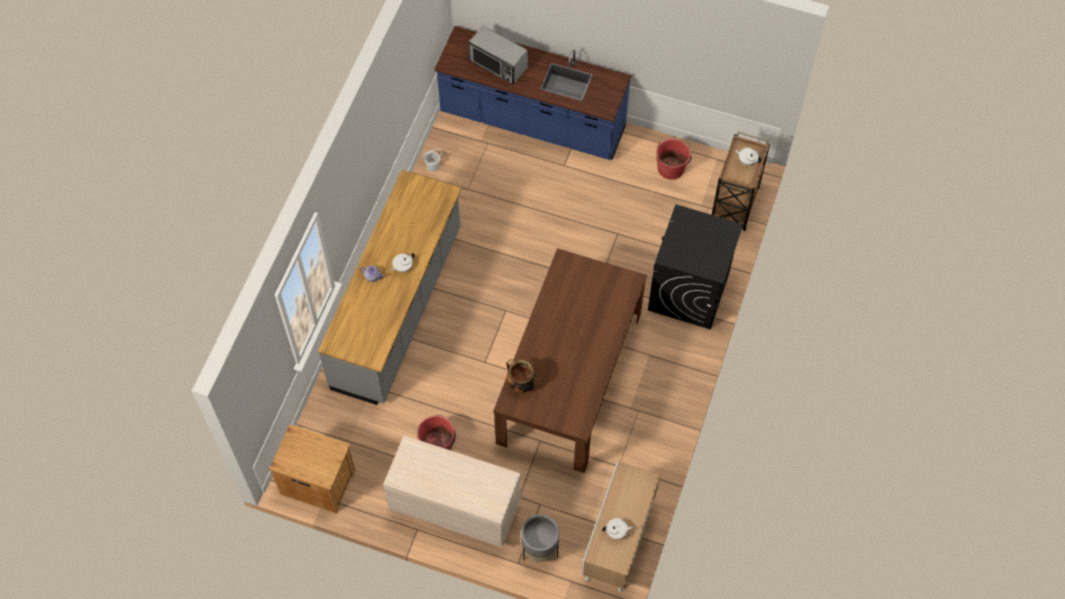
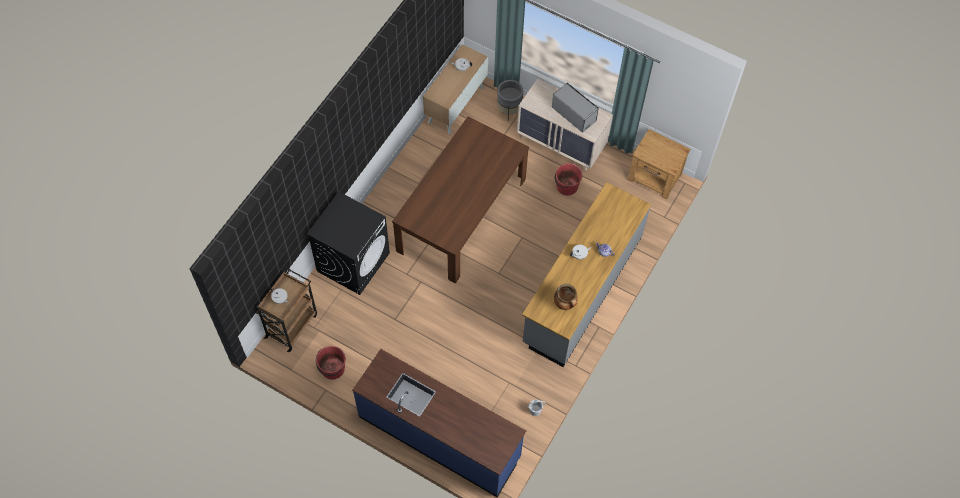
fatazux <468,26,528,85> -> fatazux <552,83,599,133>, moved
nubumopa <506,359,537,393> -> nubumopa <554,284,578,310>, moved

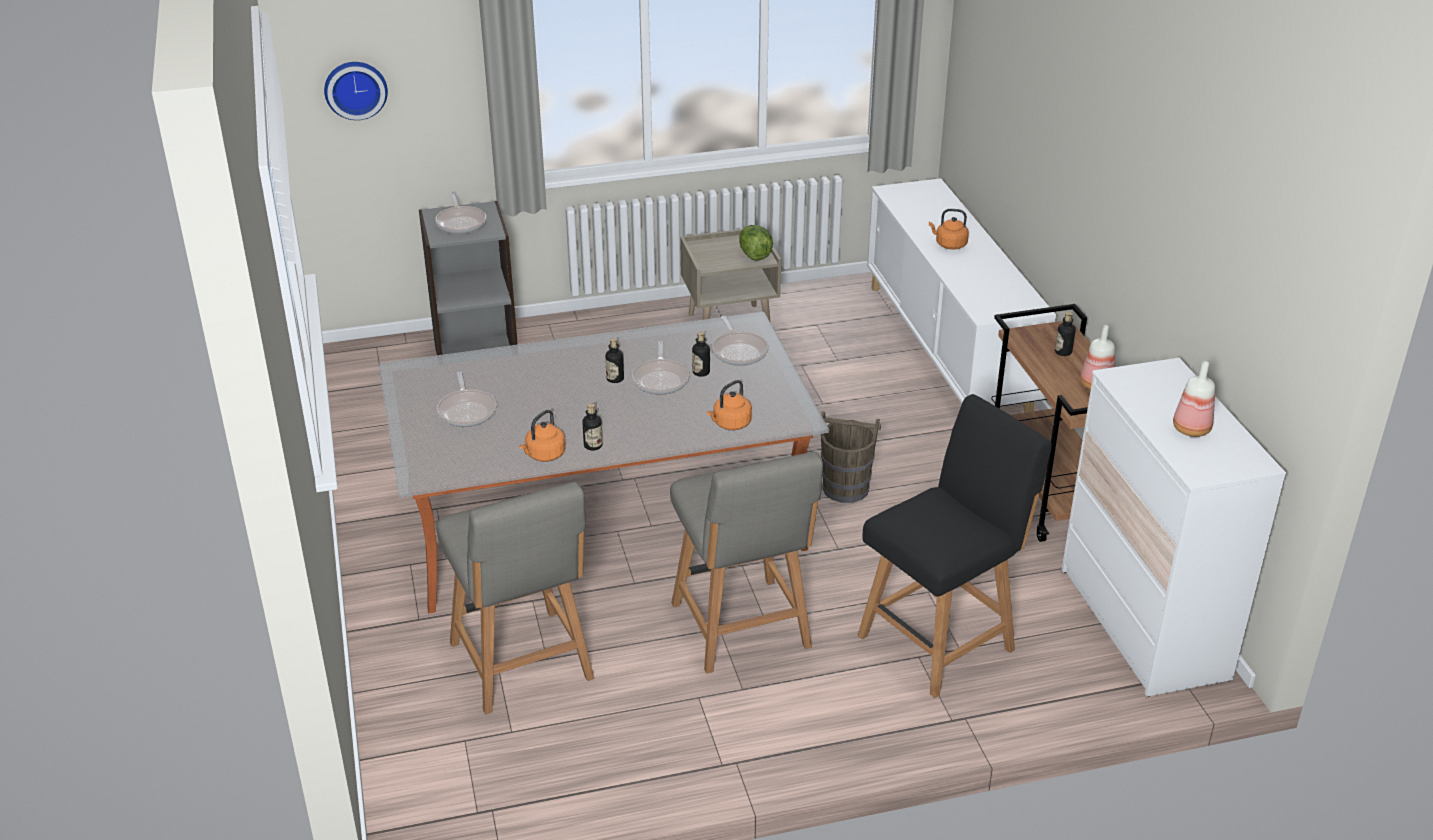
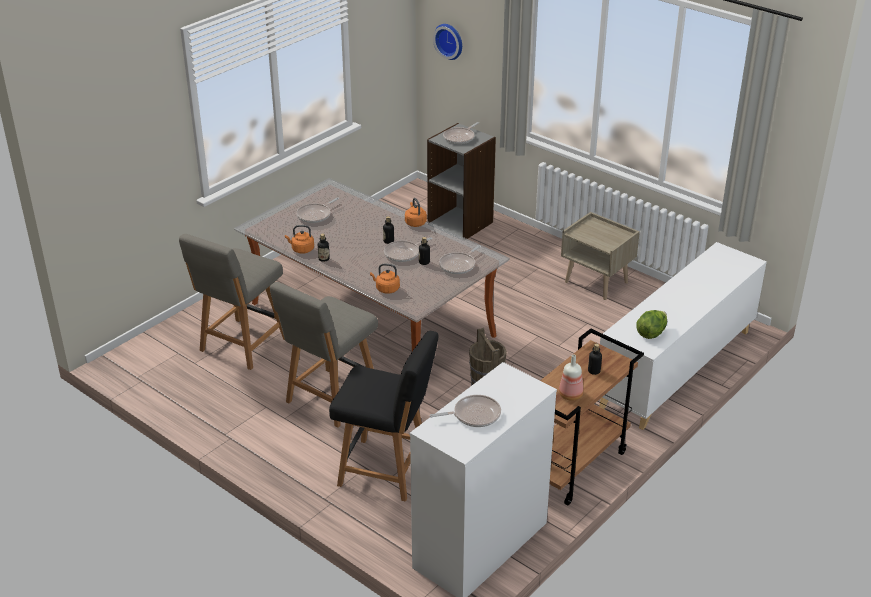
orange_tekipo <929,209,969,249> -> orange_tekipo <405,198,427,227>, moved
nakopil <1173,361,1215,437> -> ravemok <429,395,501,427>
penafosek <739,225,773,261> -> penafosek <636,310,667,339>, moved

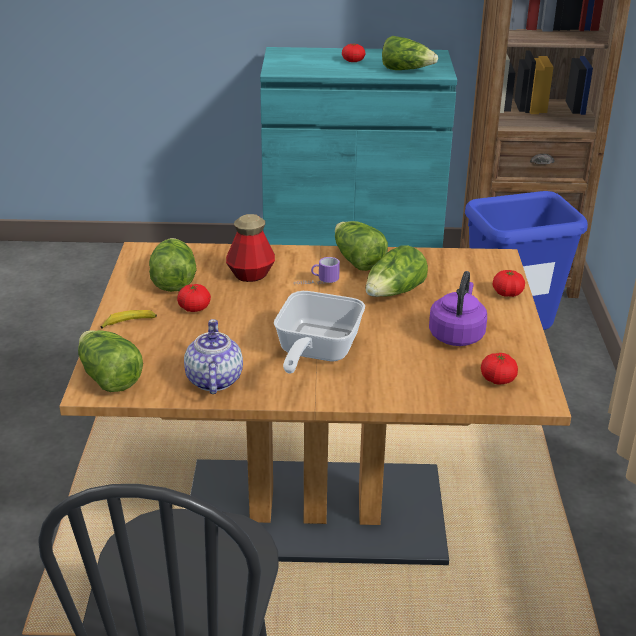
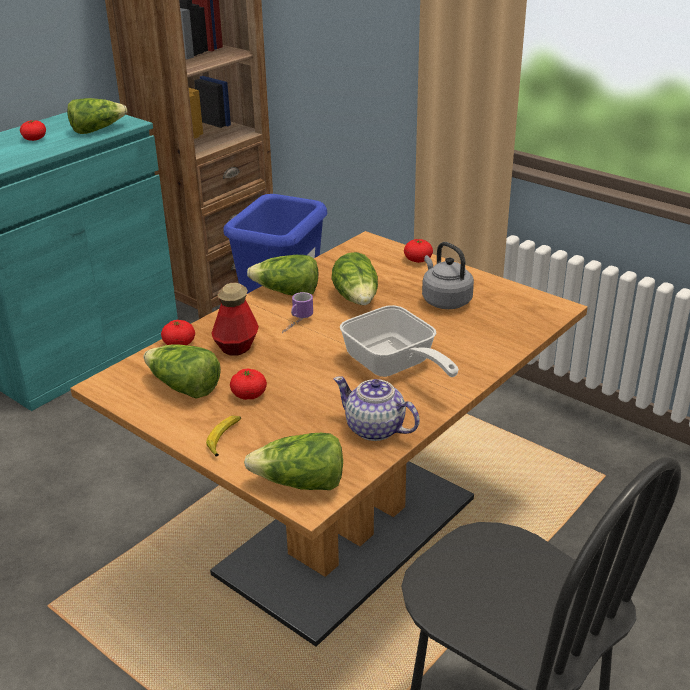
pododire <481,353,518,384> -> pododire <161,320,195,345>, moved
purple_tekipo <429,271,487,346> -> grey_tekipo <422,242,474,309>

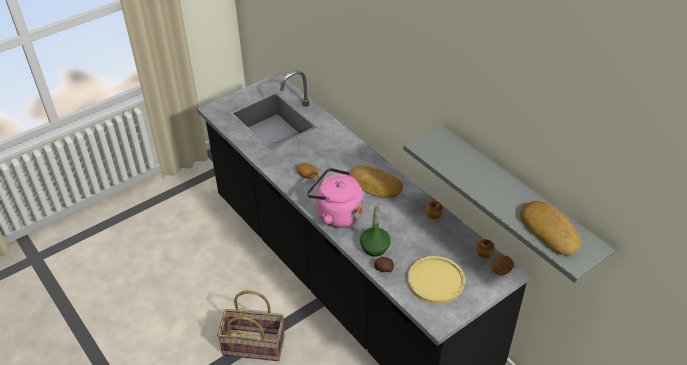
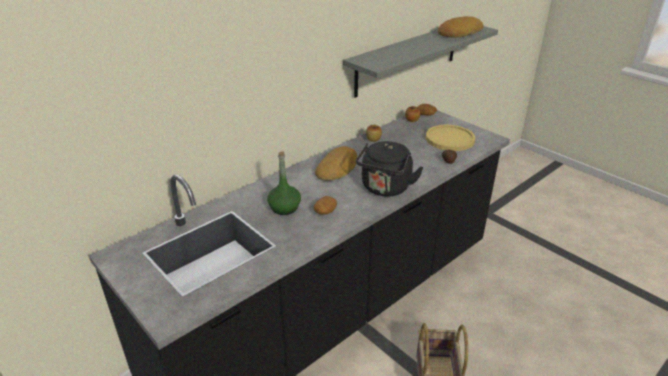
green_nakopil <360,206,391,256> -> green_nakopil <267,151,301,215>, moved
pink_tekipo <307,168,363,228> -> black_tekipo <356,141,424,197>

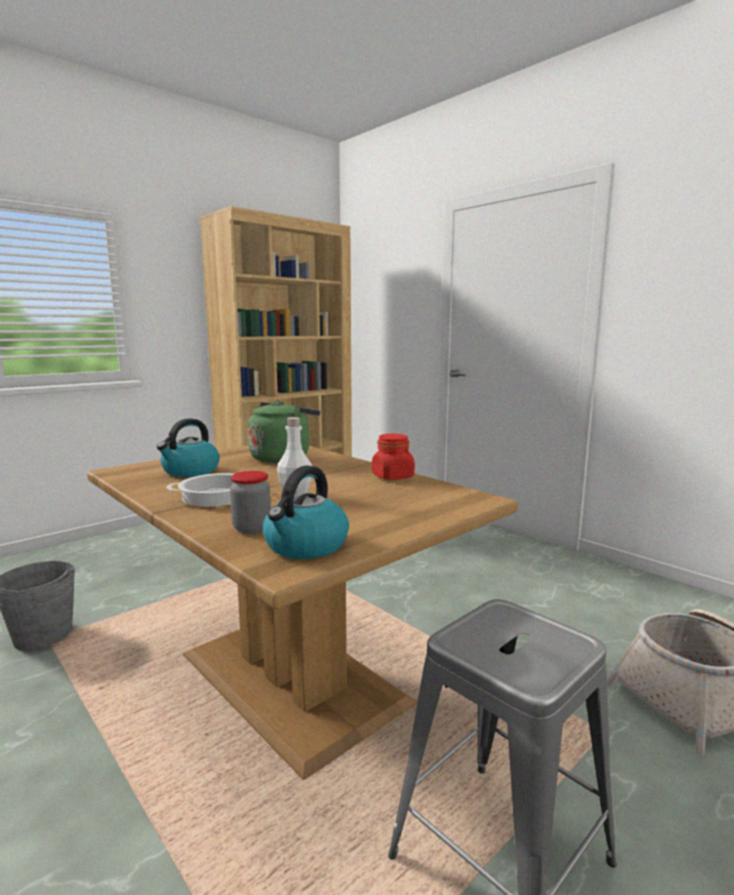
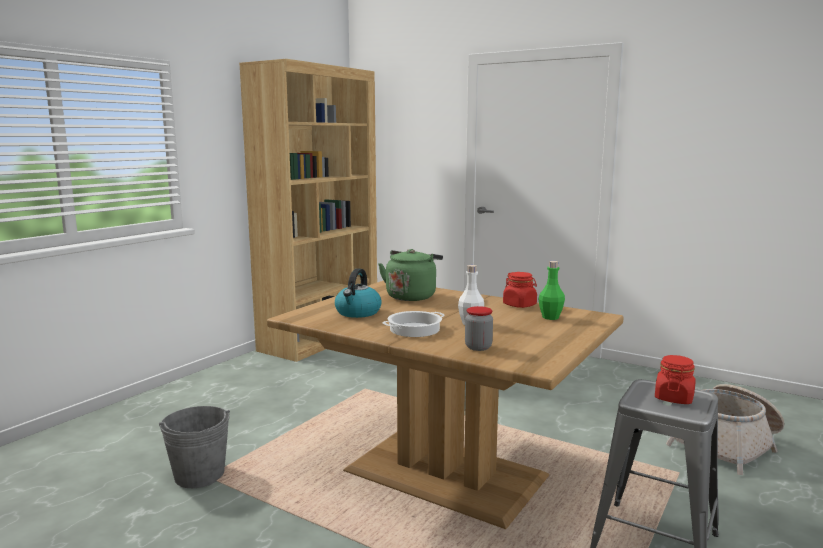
none -> green_nakopil <539,261,565,320>
none -> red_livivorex <655,355,696,404>
tekipo <263,465,349,559> -> none

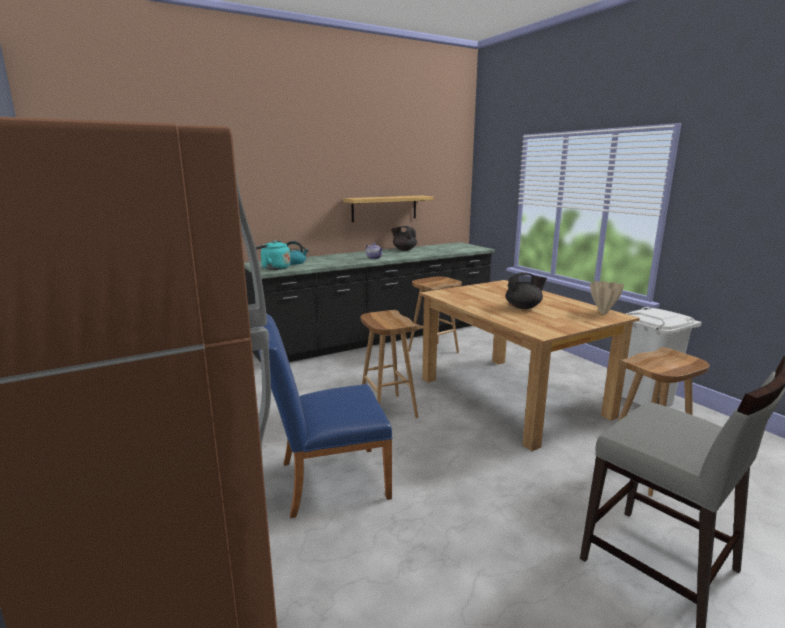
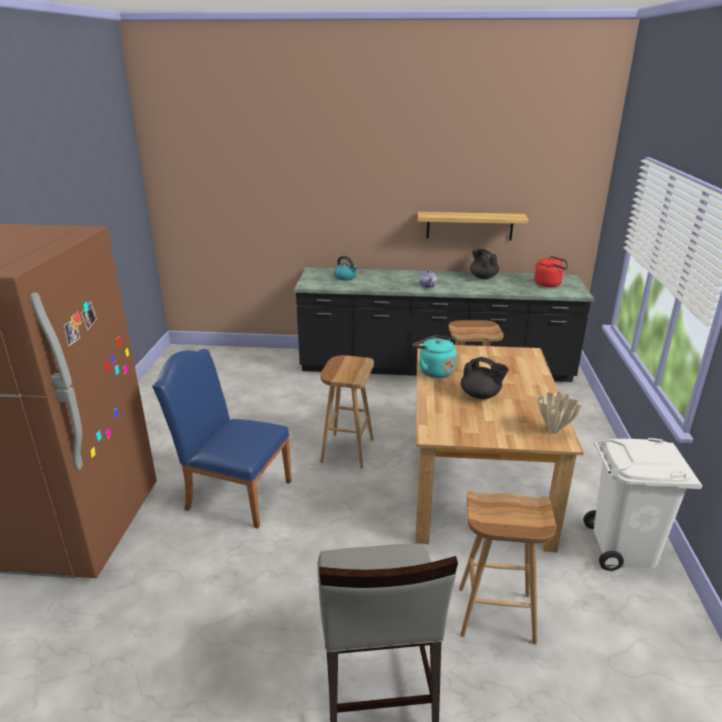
turquoise_tekipo <255,241,291,270> -> turquoise_tekipo <413,335,457,378>, moved
none -> red_tekipo <534,256,568,287>

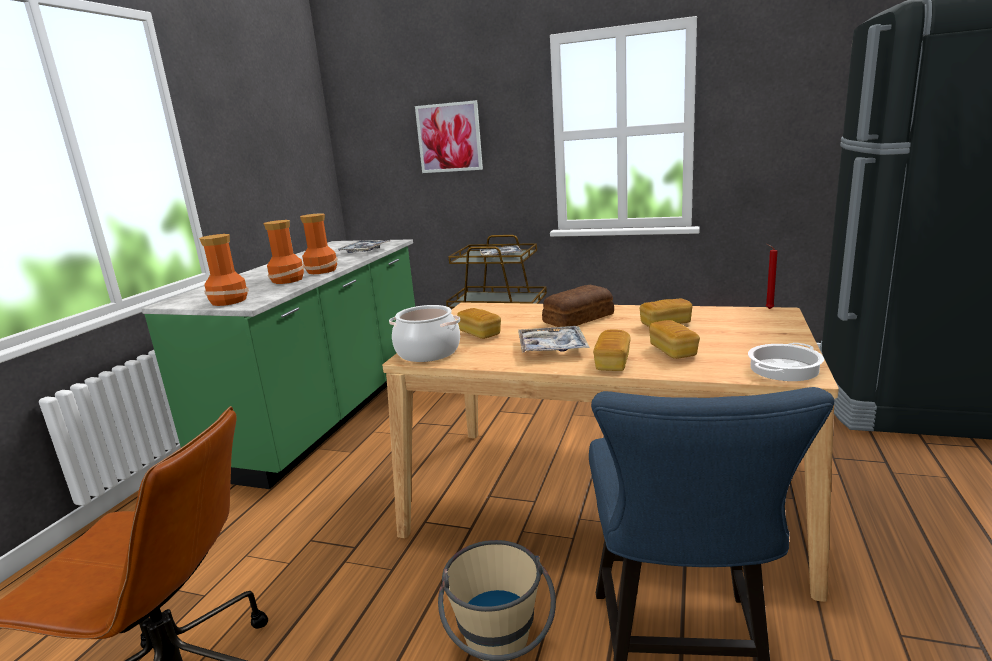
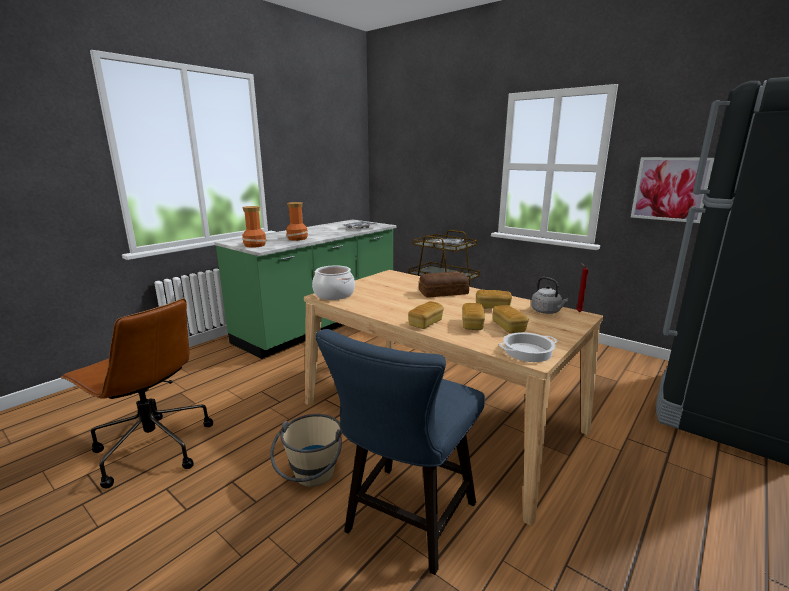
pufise <457,308,501,339> -> pufise <493,305,529,333>, moved
none -> grey_tekipo <531,277,568,314>
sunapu <415,100,483,173> -> sunapu <631,157,714,223>, moved
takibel <300,213,338,274> -> none
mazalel <518,326,590,353> -> none

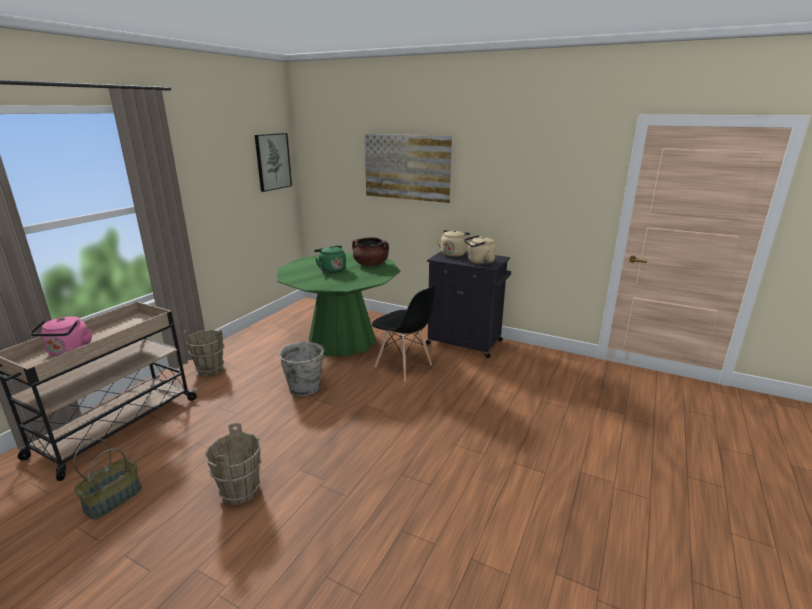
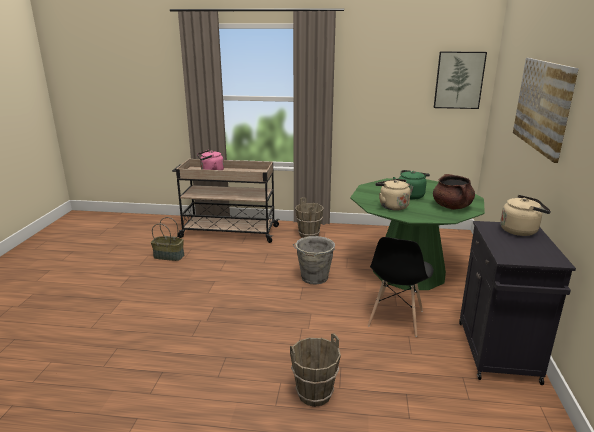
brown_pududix <205,423,262,505> -> brown_pududix <290,333,341,407>, moved
beige_tekipo <464,235,496,265> -> beige_tekipo <375,179,410,210>, moved

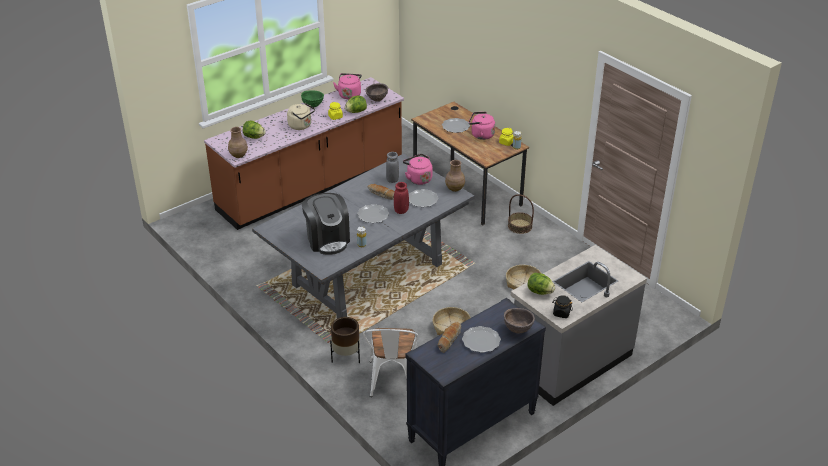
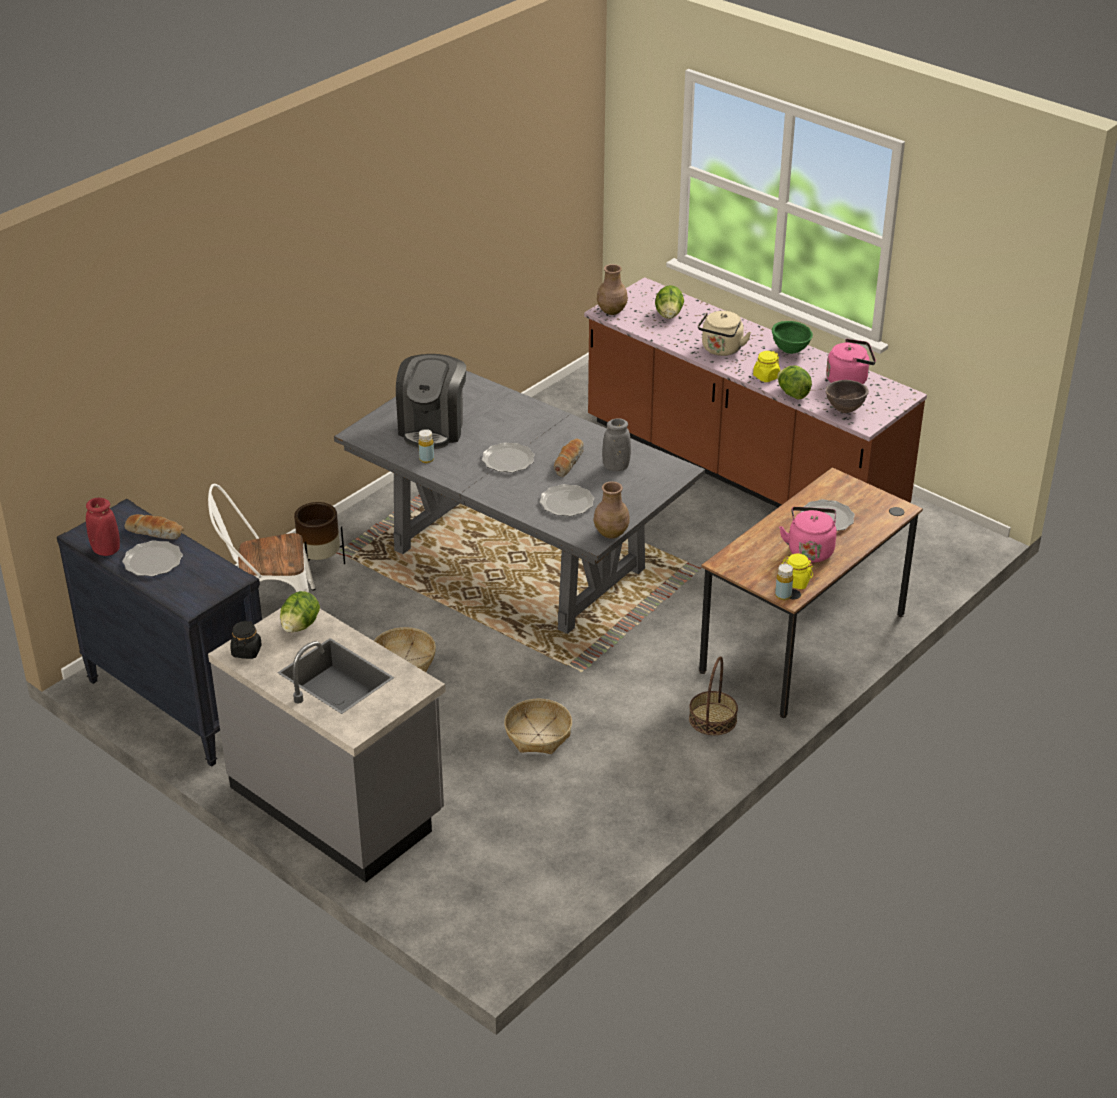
red_takibel <394,182,409,214> -> red_takibel <86,498,120,556>, moved
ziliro <302,193,350,255> -> ziliro <396,354,466,449>, 45 degrees counterclockwise
pink_tekipo <403,154,433,185> -> none
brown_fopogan <504,308,535,334> -> none

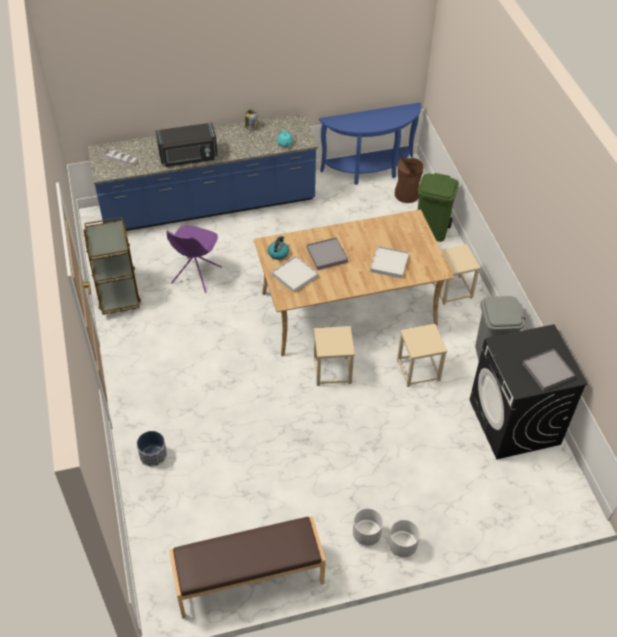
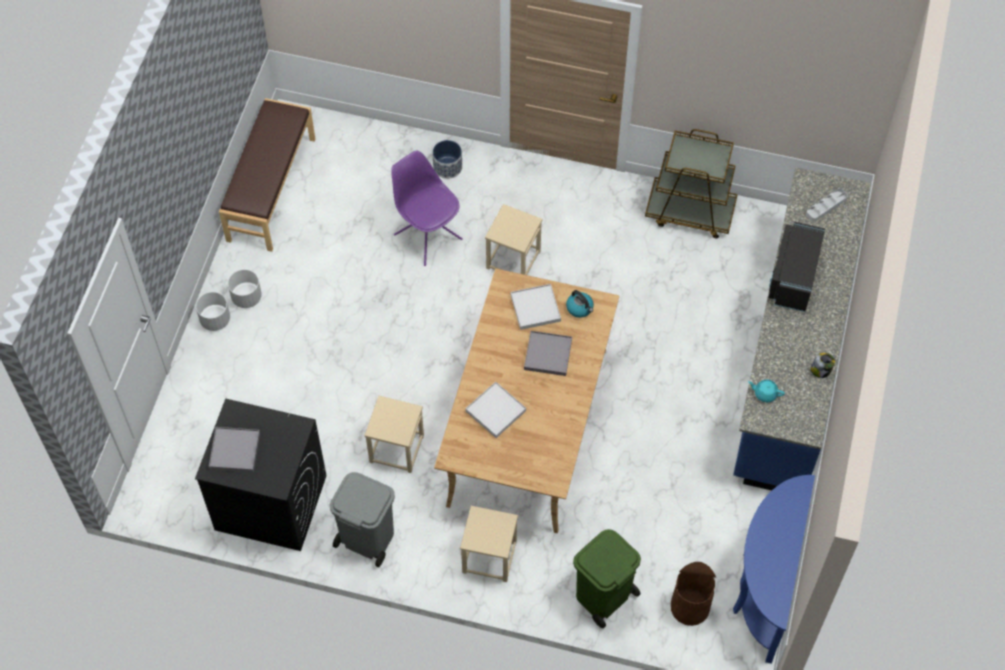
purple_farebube <166,225,222,293> -> purple_farebube <391,151,463,266>, moved
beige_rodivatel <314,326,355,386> -> beige_rodivatel <485,204,543,275>, moved

